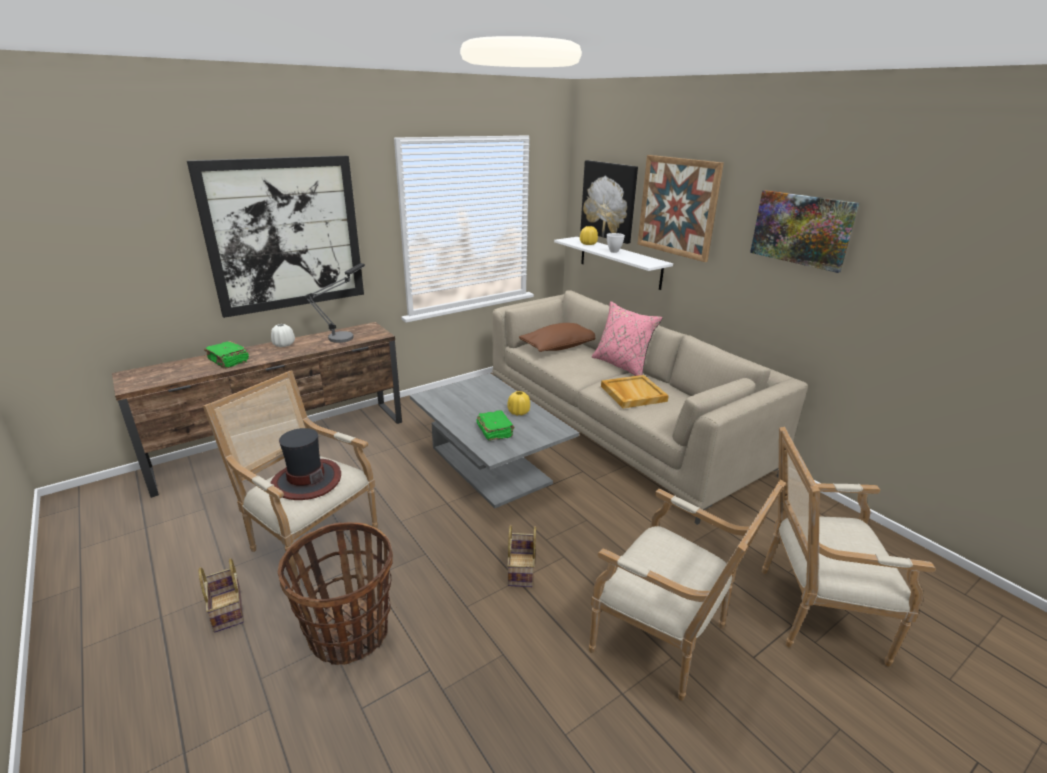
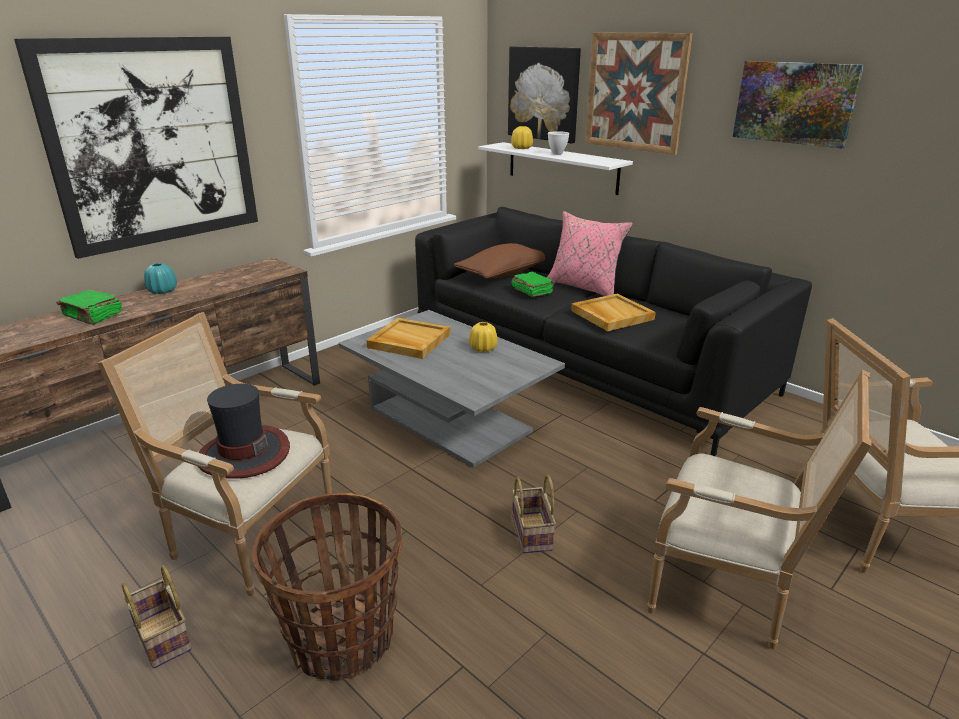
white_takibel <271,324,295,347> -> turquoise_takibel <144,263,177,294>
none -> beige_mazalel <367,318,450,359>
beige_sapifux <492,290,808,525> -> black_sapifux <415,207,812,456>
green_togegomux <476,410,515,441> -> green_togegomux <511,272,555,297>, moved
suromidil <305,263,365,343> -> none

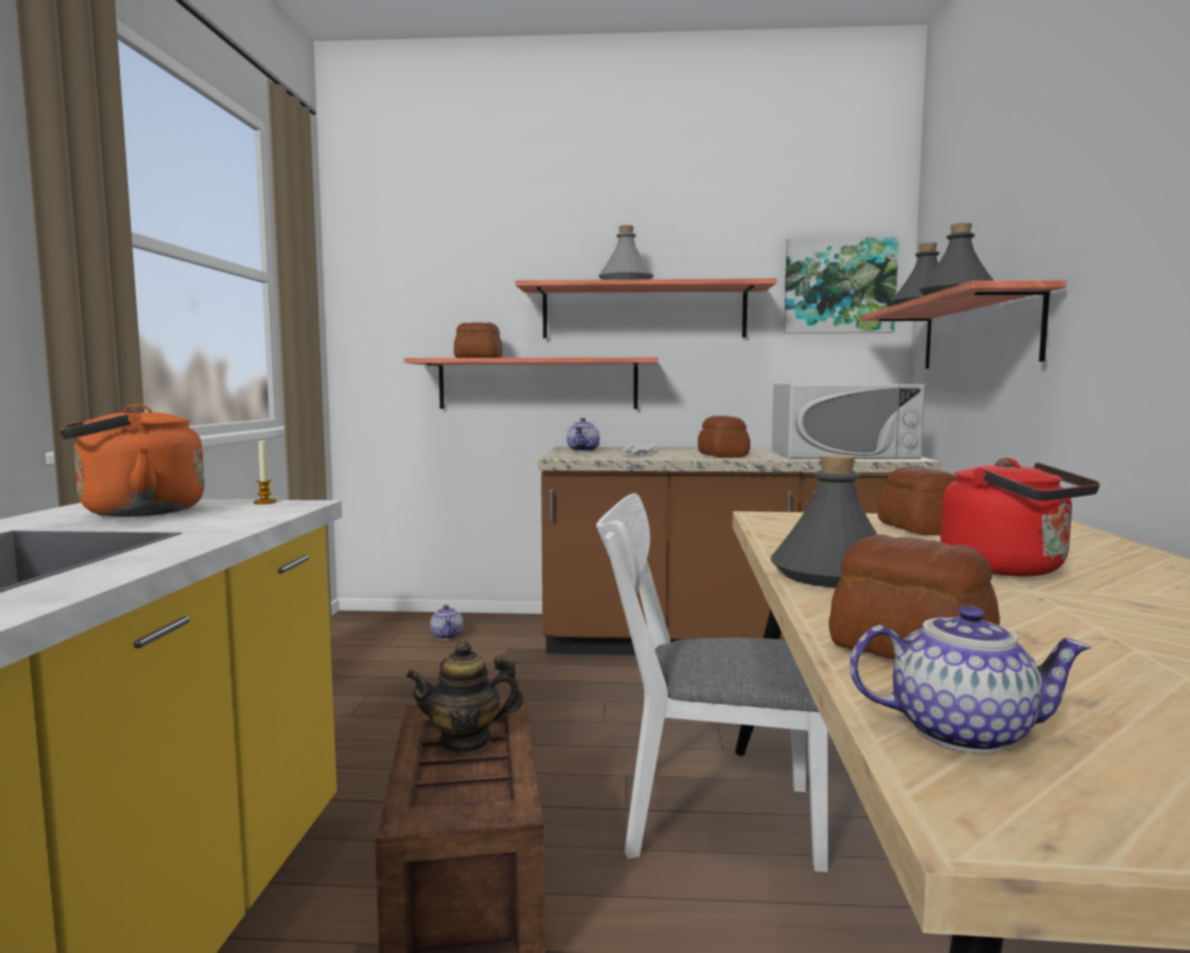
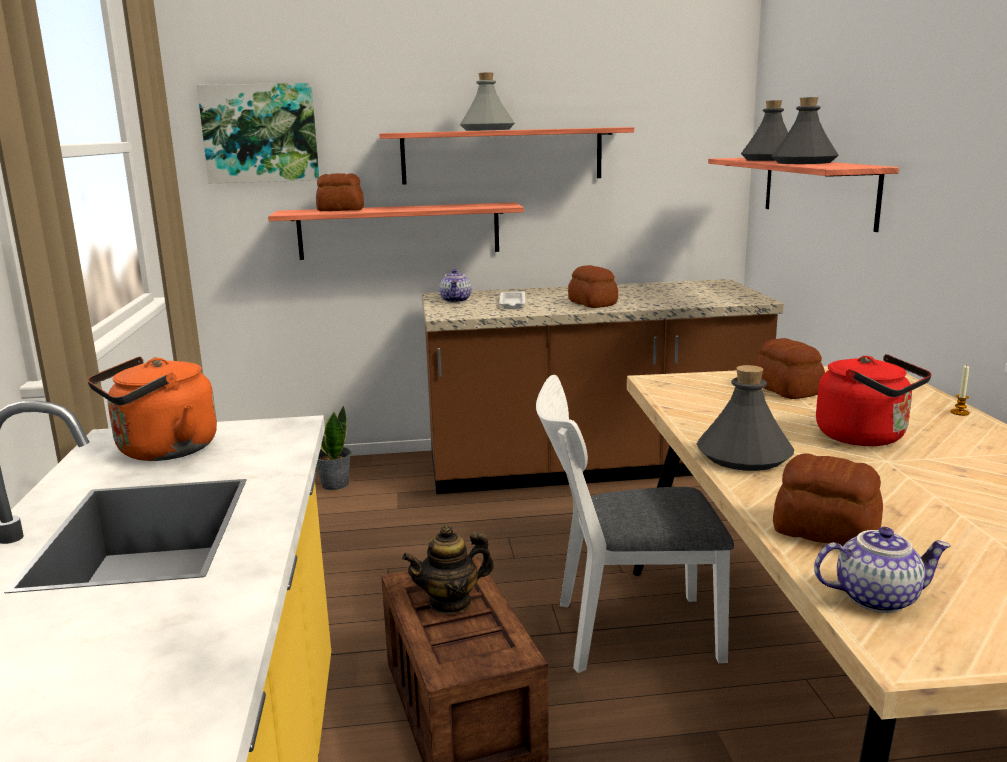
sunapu <784,237,899,333> -> sunapu <197,83,320,183>, moved
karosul <430,605,463,640> -> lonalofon <316,406,351,490>
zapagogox <253,440,277,504> -> zapagogox <950,365,970,416>, moved
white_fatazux <772,384,925,459> -> none

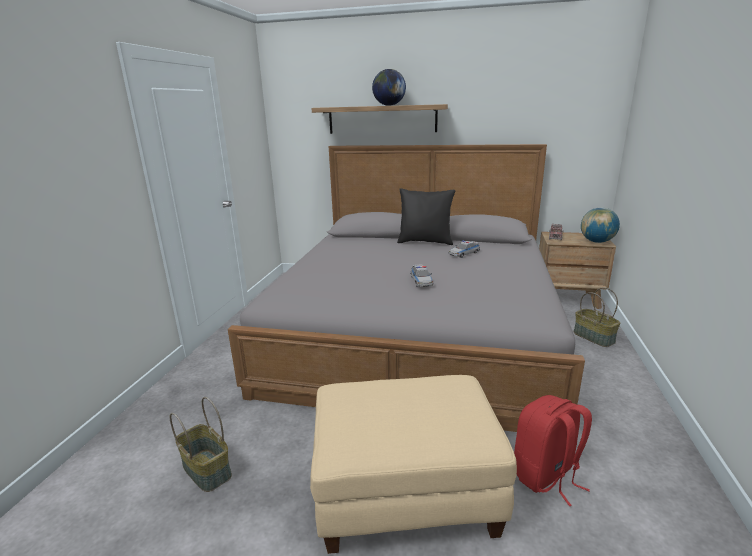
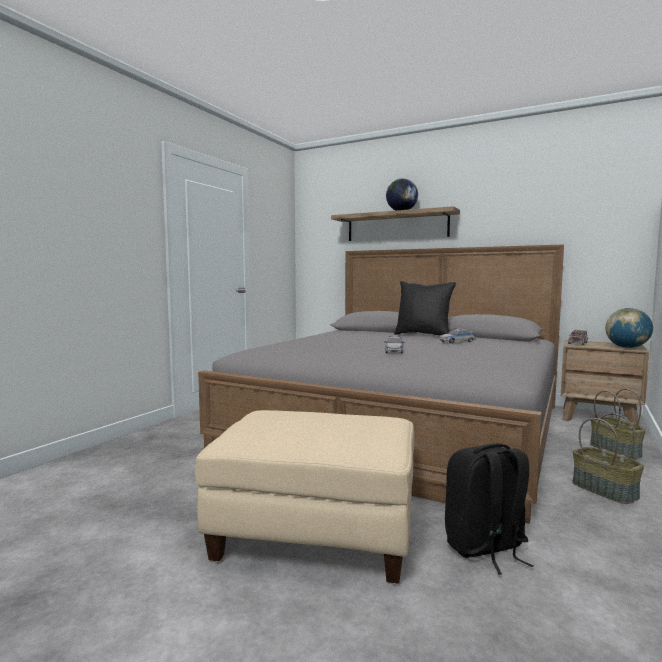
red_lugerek <514,395,592,506> -> black_lugerek <445,443,534,574>
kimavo <170,397,232,492> -> kimavo <573,413,644,504>, moved

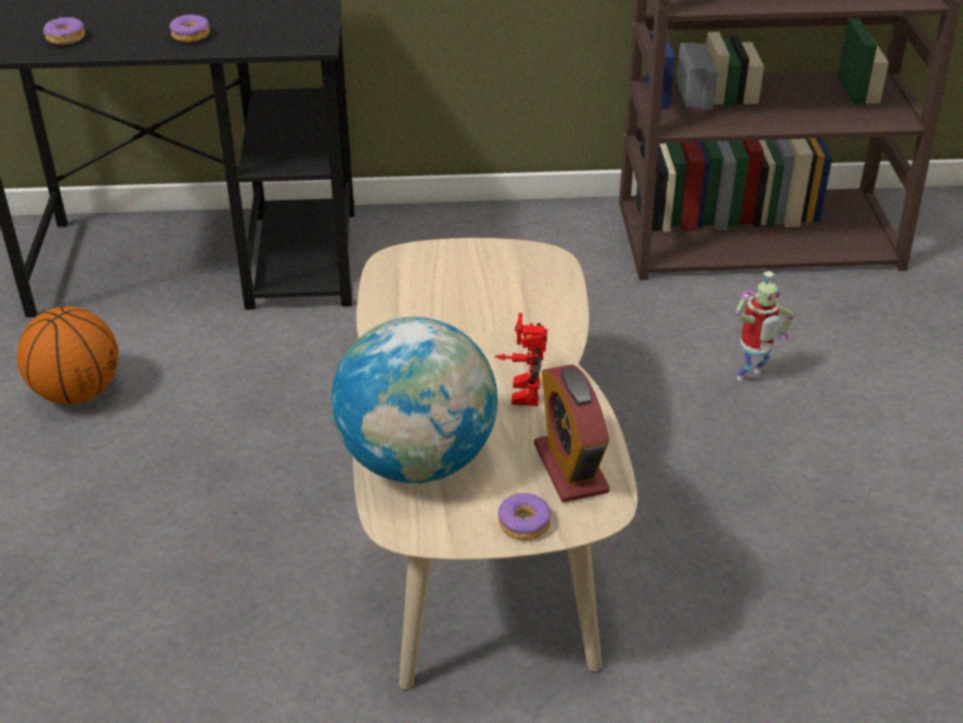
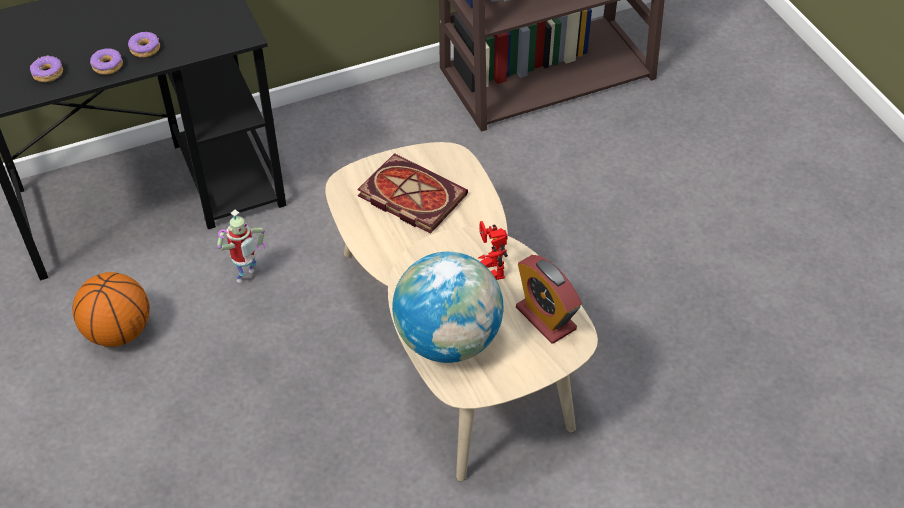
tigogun <498,493,551,540> -> tigogun <90,48,123,75>, moved
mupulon <735,271,794,381> -> mupulon <217,210,266,282>, moved
none -> togegomux <357,153,468,234>

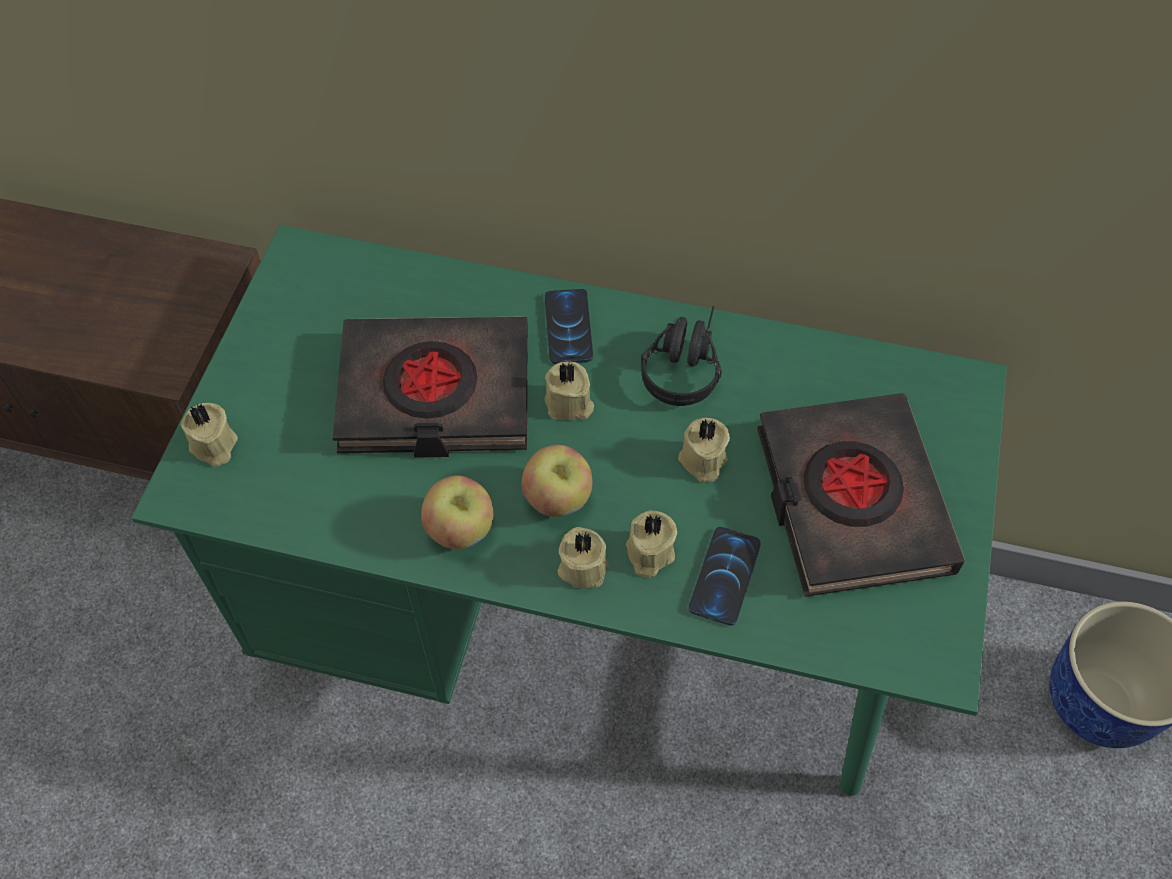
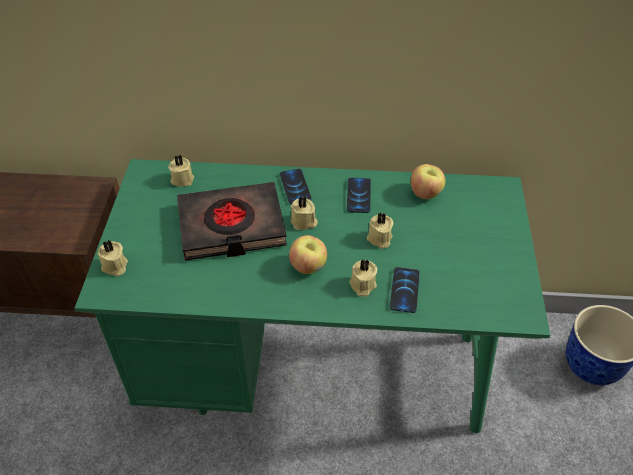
beige_zapagogox <557,527,609,588> -> beige_zapagogox <168,155,194,187>, moved
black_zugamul <641,306,722,406> -> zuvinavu <347,178,371,213>
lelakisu <421,475,493,549> -> lelakisu <411,164,446,199>, moved
black_togegomux <757,393,965,597> -> none

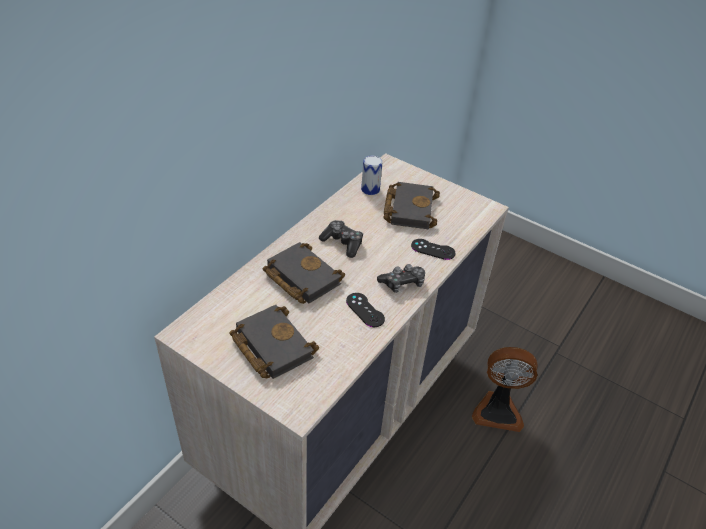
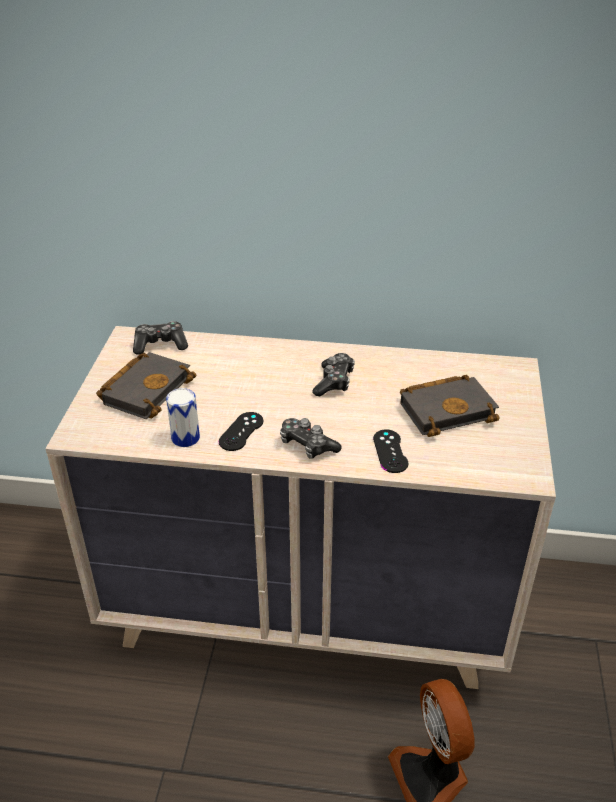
none -> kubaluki <133,321,188,355>
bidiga <361,156,383,195> -> bidiga <166,388,200,447>, moved
black_togegomux <262,242,345,304> -> none

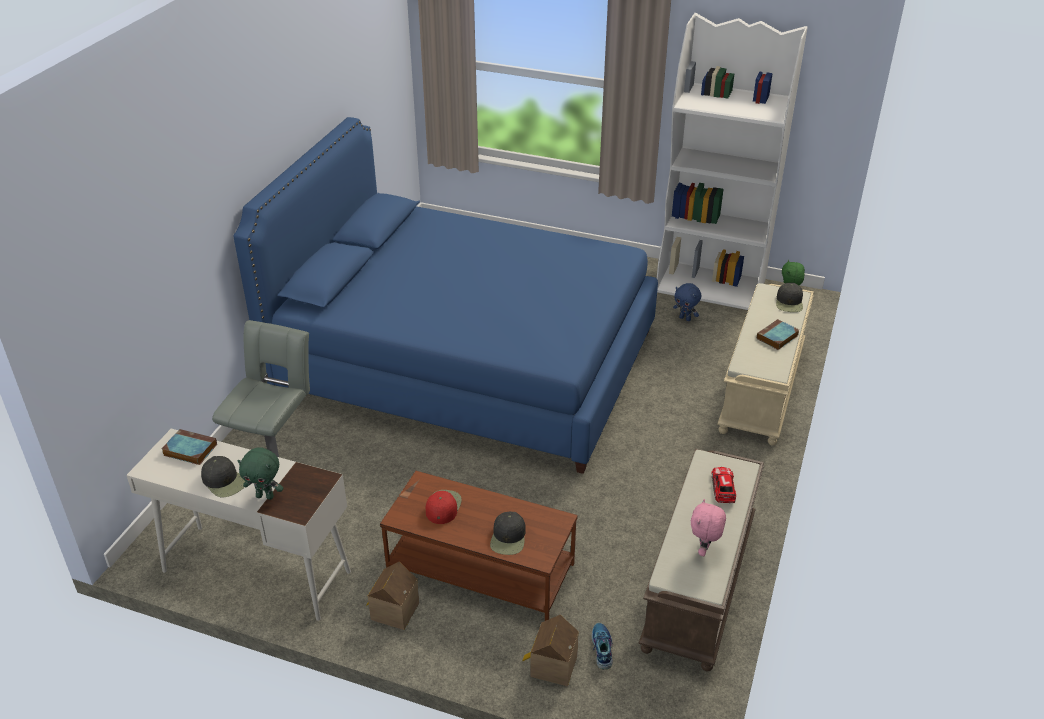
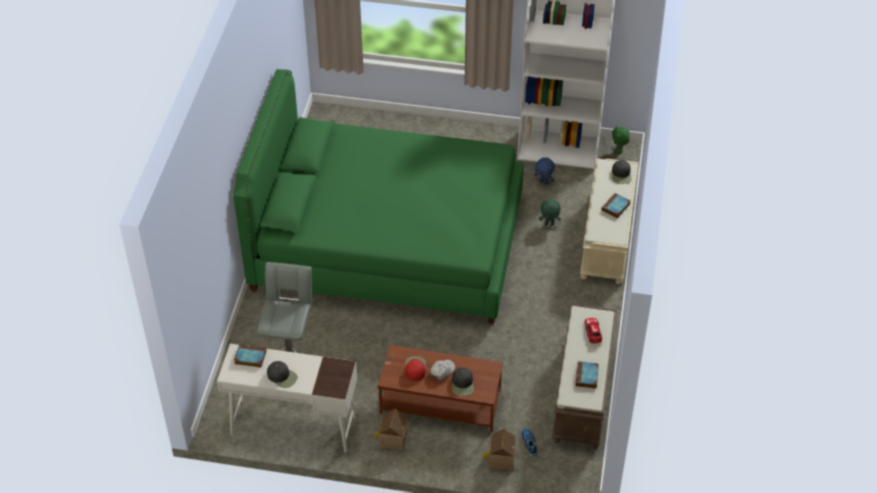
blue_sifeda <234,117,658,474> -> green_sifeda <233,69,524,324>
none -> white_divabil <430,360,455,381>
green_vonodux <237,447,283,500> -> green_vonodux <539,199,561,225>, moved
pink_vonodux <691,499,726,556> -> togegomux <576,361,599,389>

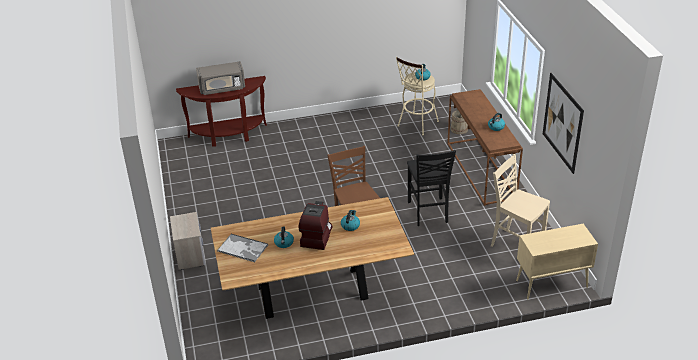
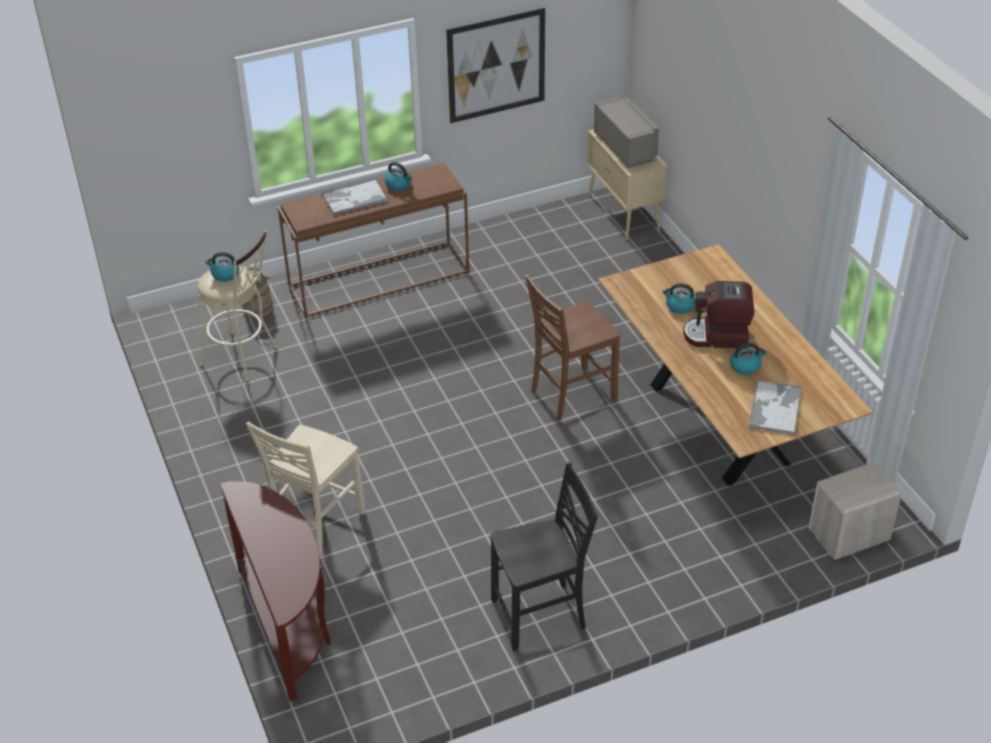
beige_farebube <491,154,550,247> -> beige_farebube <246,421,366,559>, moved
none -> mazalel <322,179,389,215>
black_farebube <407,150,456,226> -> black_farebube <491,462,598,651>, moved
grey_fatazux <196,61,245,95> -> grey_fatazux <594,97,659,168>, moved
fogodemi <170,212,205,270> -> fogodemi <809,462,902,562>, moved

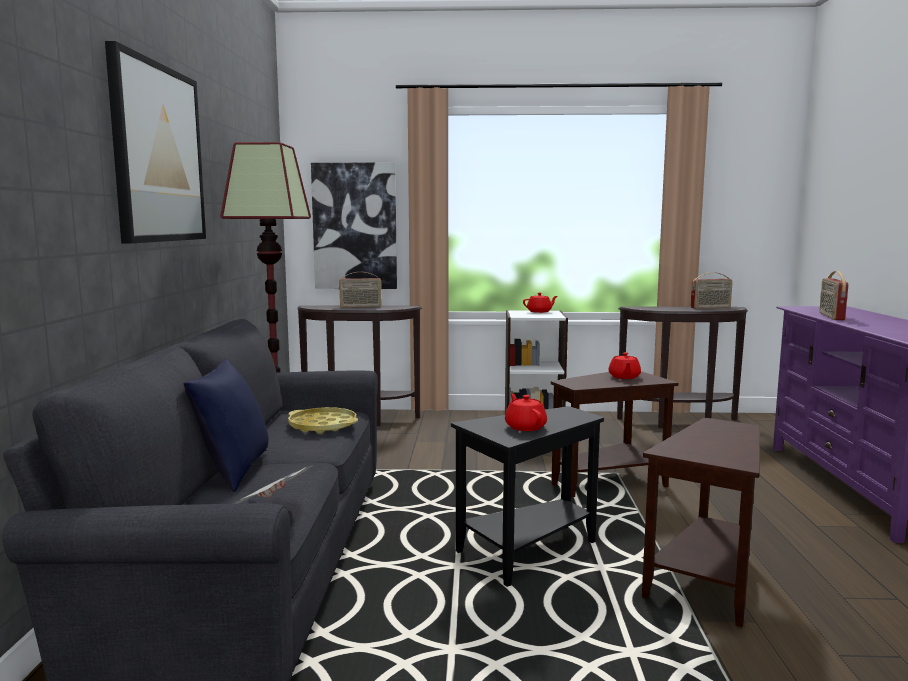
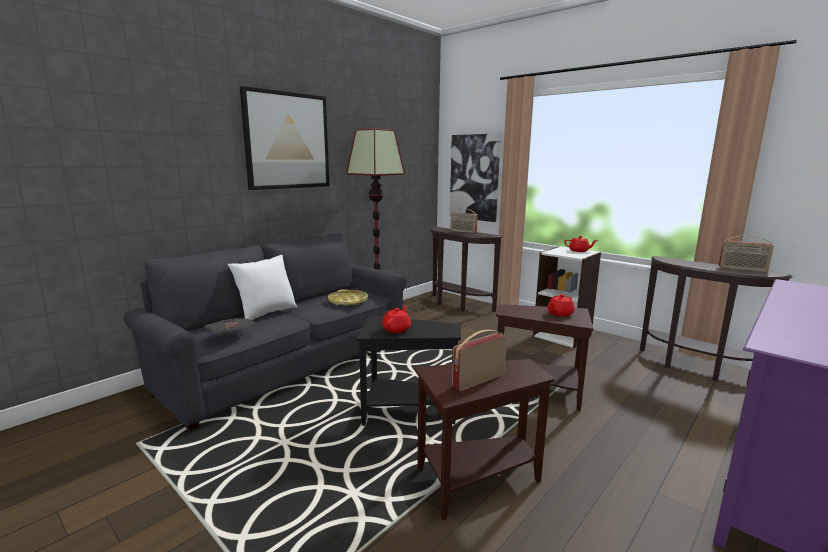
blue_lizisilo <184,359,269,492> -> white_lizisilo <228,255,298,320>
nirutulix <819,271,849,320> -> nirutulix <452,330,507,391>, moved

